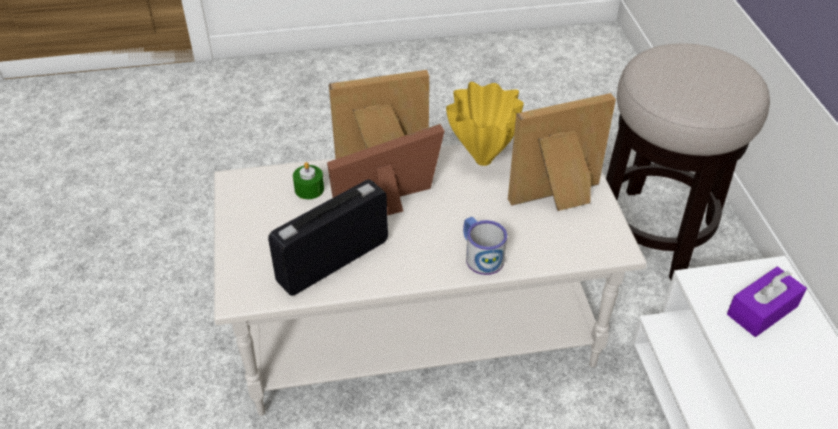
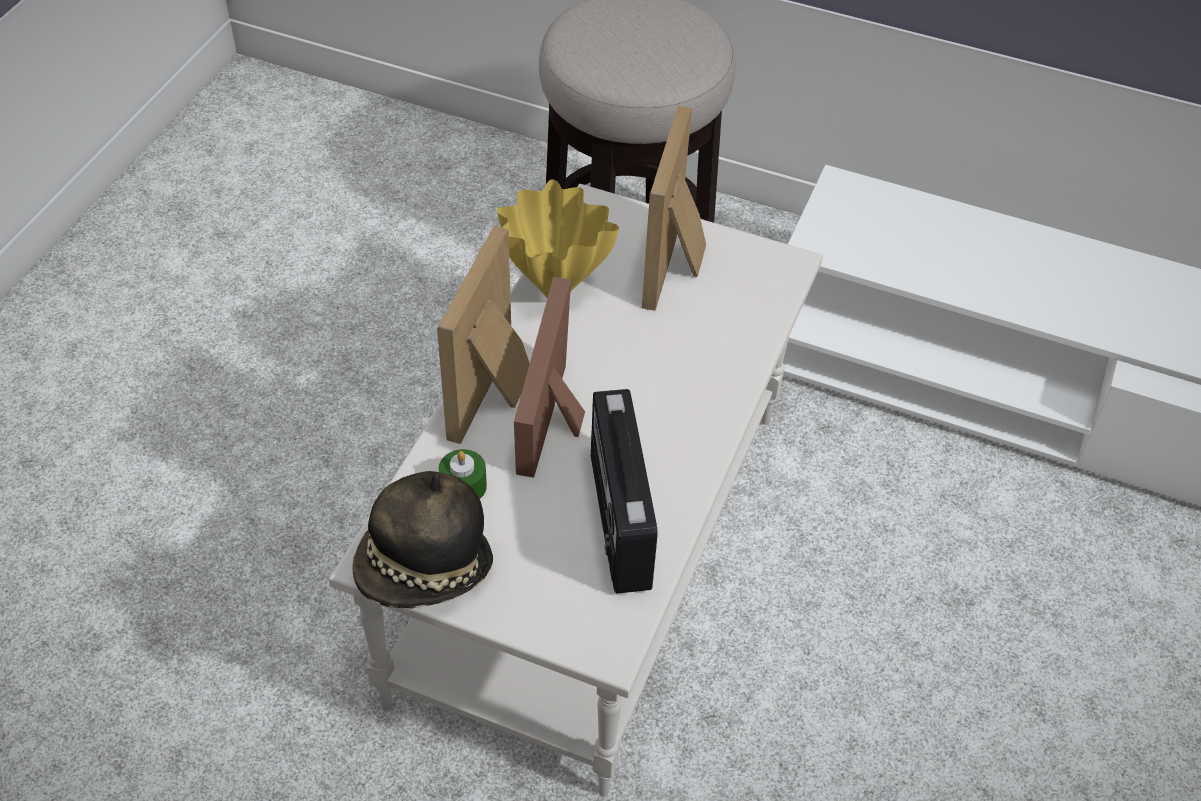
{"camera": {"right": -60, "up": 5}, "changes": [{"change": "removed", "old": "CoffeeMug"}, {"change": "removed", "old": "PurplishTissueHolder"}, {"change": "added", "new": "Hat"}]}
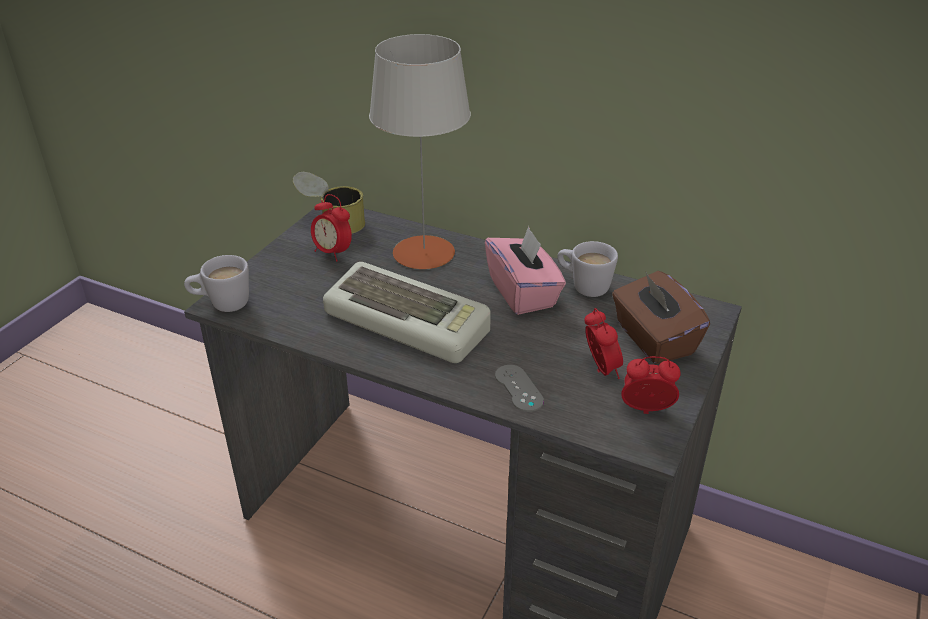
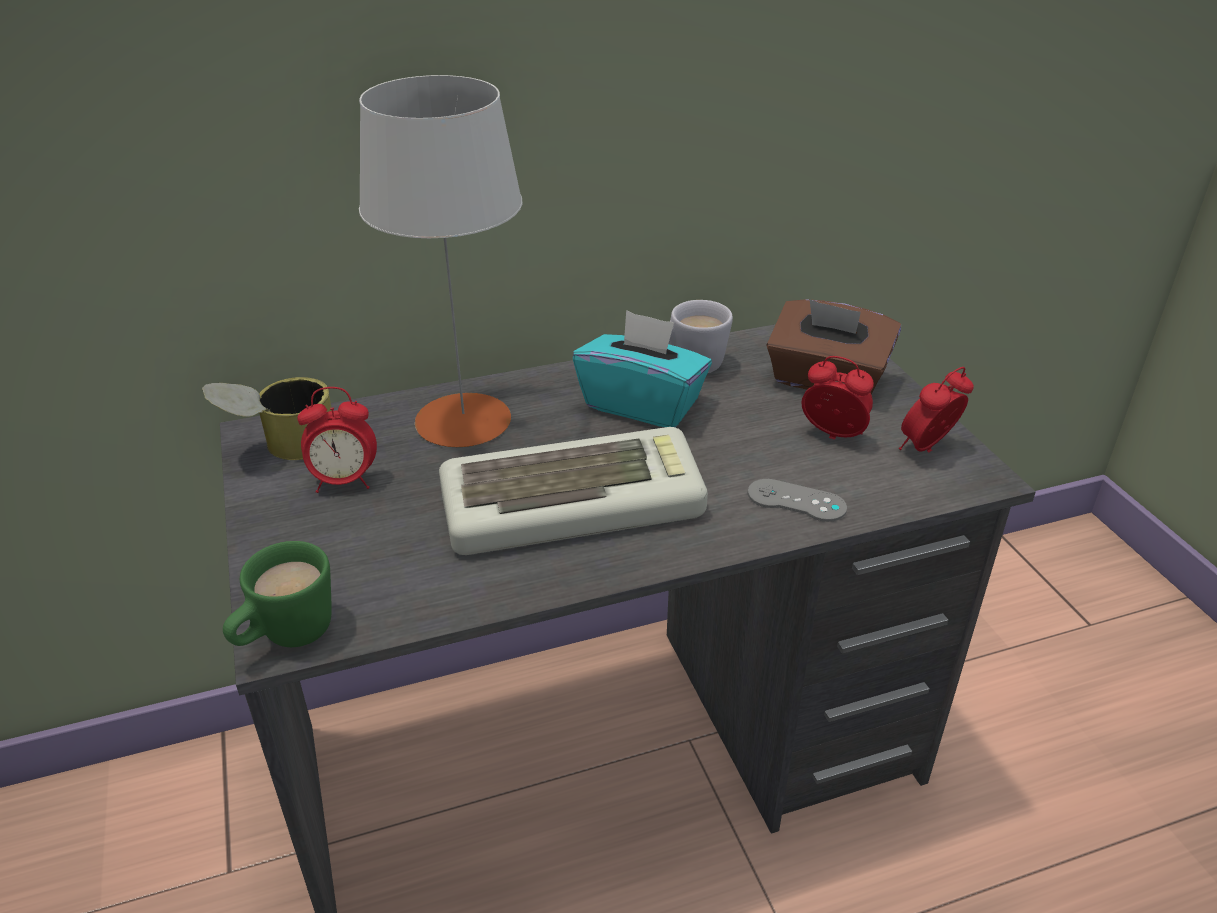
{"camera": {"right": -45, "up": 0}, "changes": [{"change": "recoloured", "old": "WhiteCoffeeMug (1st from left)", "new": "GreenCoffeeMug"}, {"change": "recoloured", "old": "PinkColouredTissueHolder", "new": "TurquoiseTissueHolder"}]}
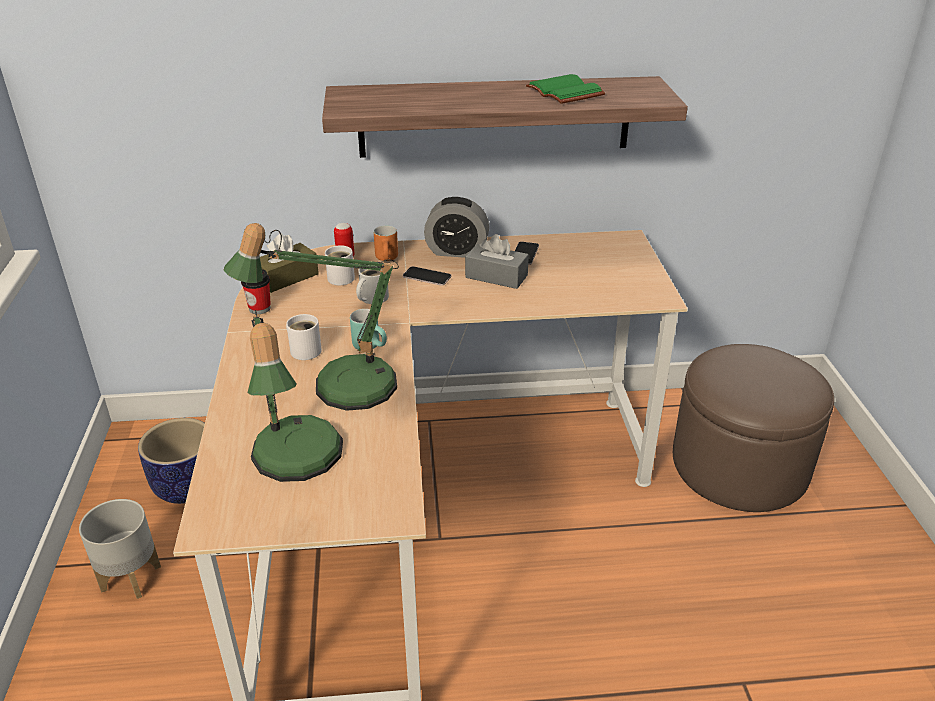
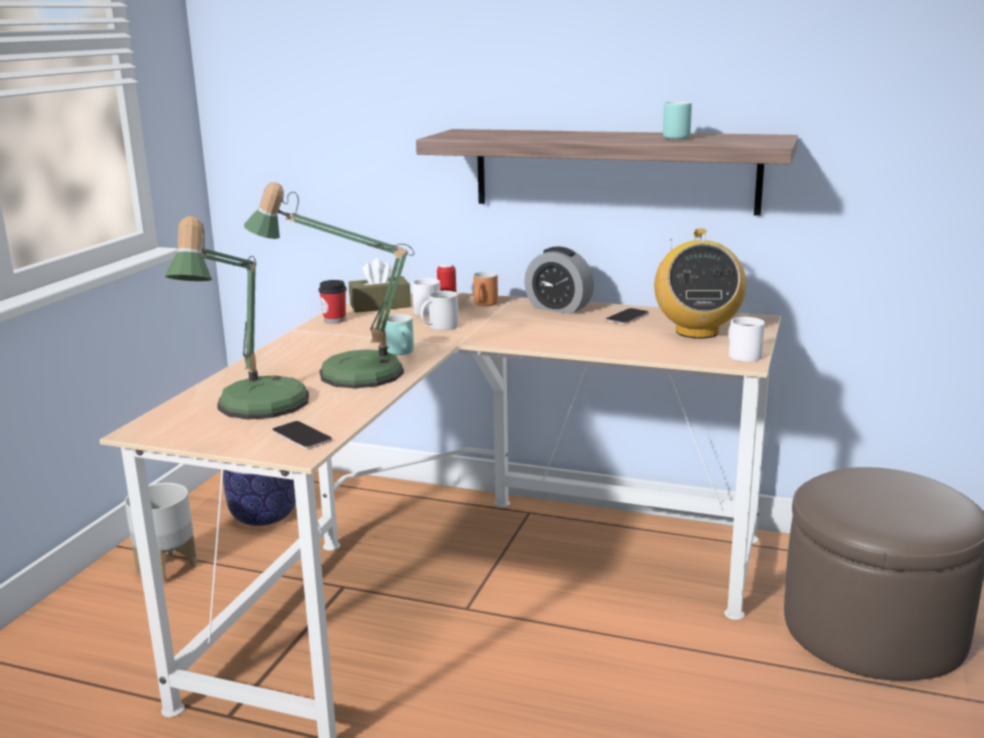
{"camera": {"right": 25, "up": -15}, "changes": [{"change": "moved", "old": "WhiteCoffeeMug (1st from left in the first image)", "new": "WhiteCoffeeMug (3rd from left)"}, {"change": "moved", "old": "Handset (1st from left)"}, {"change": "removed", "old": "GreyishTissueHolder"}, {"change": "replaced", "old": "GreenVolume", "new": "TurquoiseCoffeeMug (2nd from left)"}, {"change": "added", "new": "RadioSet"}]}
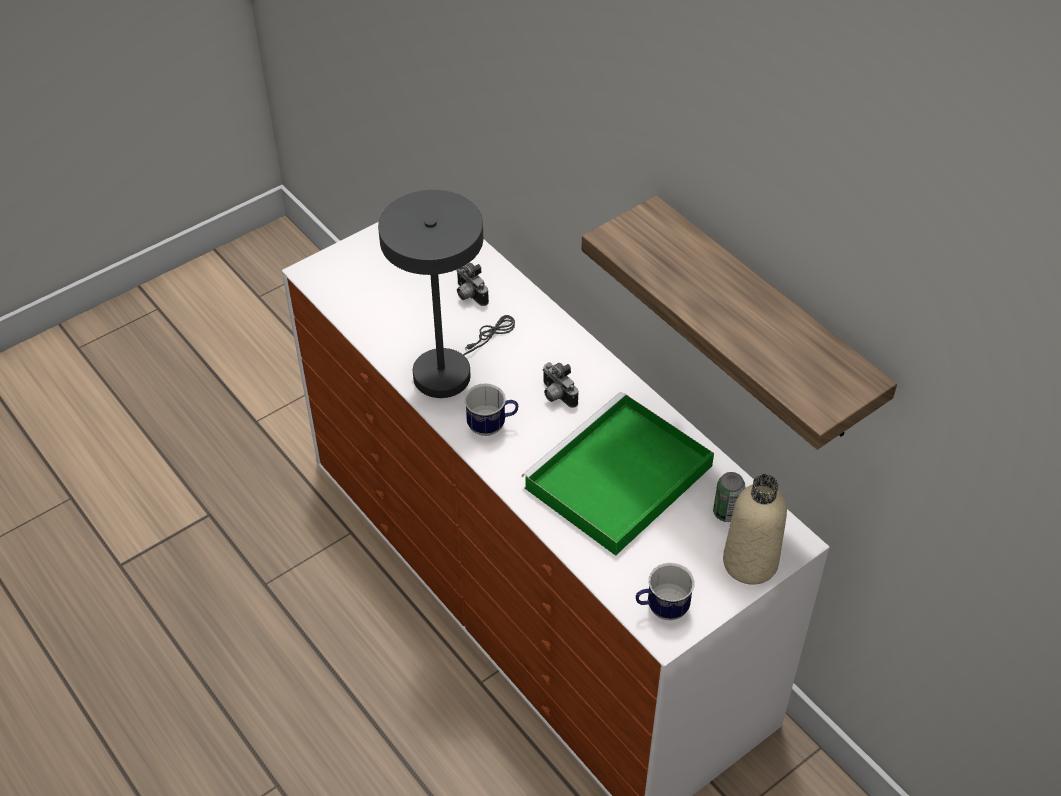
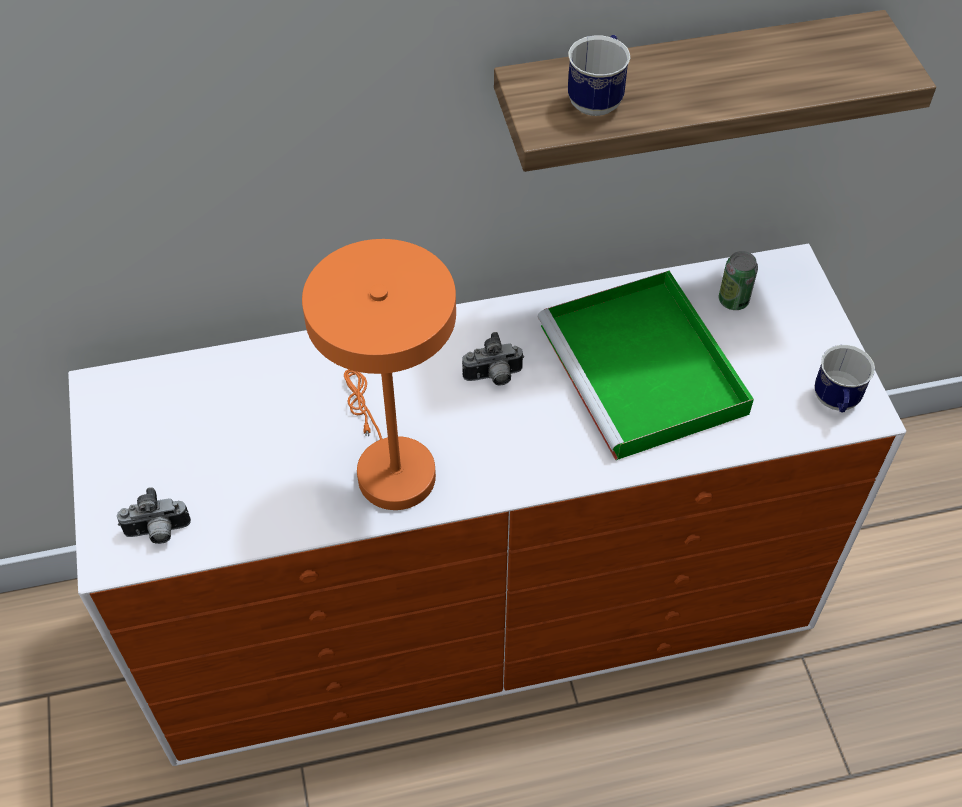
{"camera": {"right": -65, "up": 5}, "changes": [{"change": "recoloured", "old": "GreyishLampForATable", "new": "OrangeLampForATable"}, {"change": "moved", "old": "PhotoCamera (1st from left)"}, {"change": "moved", "old": "CoffeeMug (1st from left)"}, {"change": "removed", "old": "SandColouredBottle"}]}
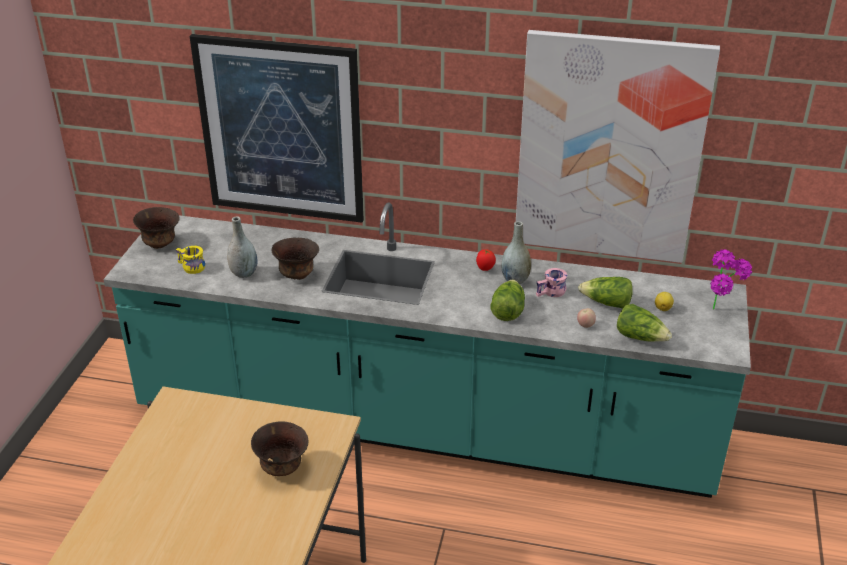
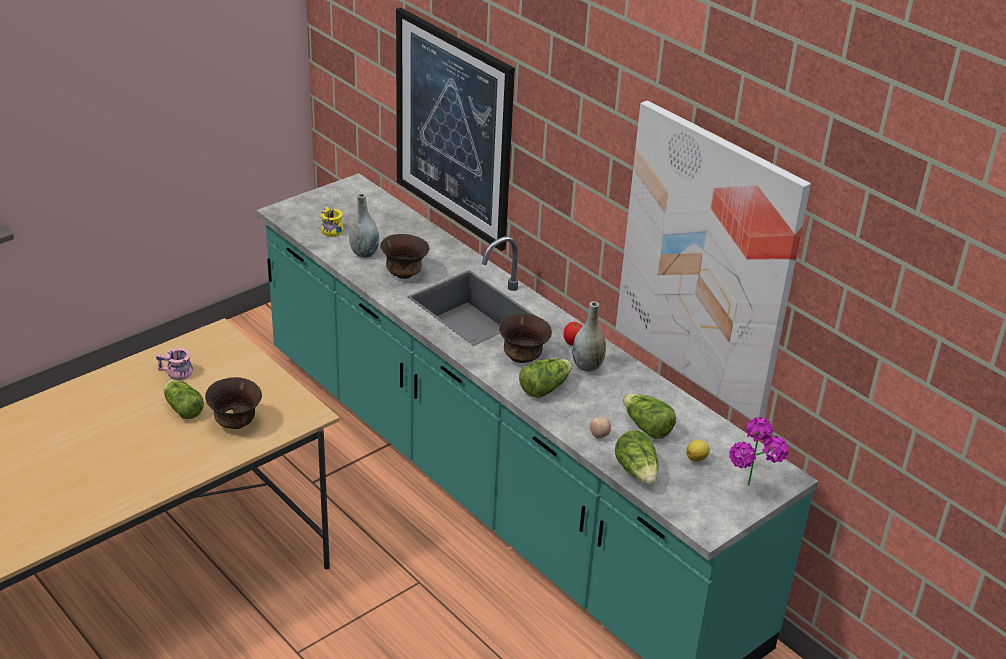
{"camera": {"right": 35, "up": 0}, "changes": [{"change": "moved", "old": "BrownServingBowl (1st from left in the first image)", "new": "BrownServingBowl (3rd from left)"}, {"change": "moved", "old": "PinkColouredCoffeeMug"}, {"change": "added", "new": "Lettuce (1st from left)"}]}
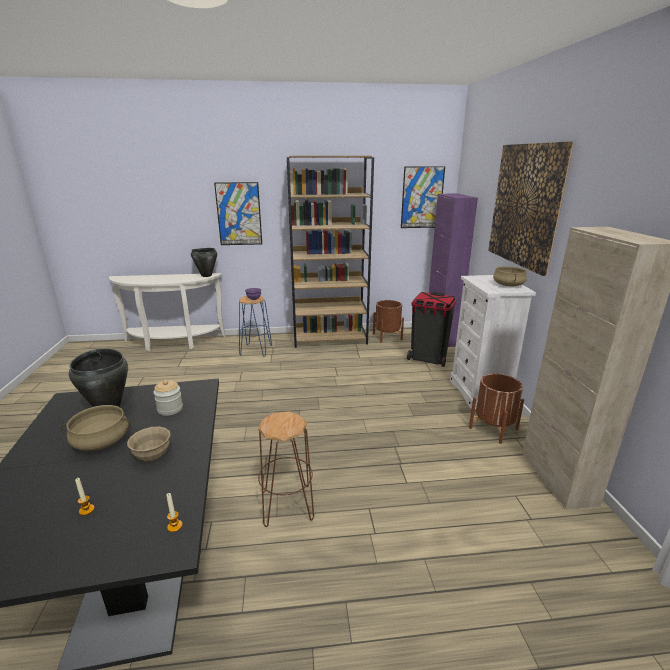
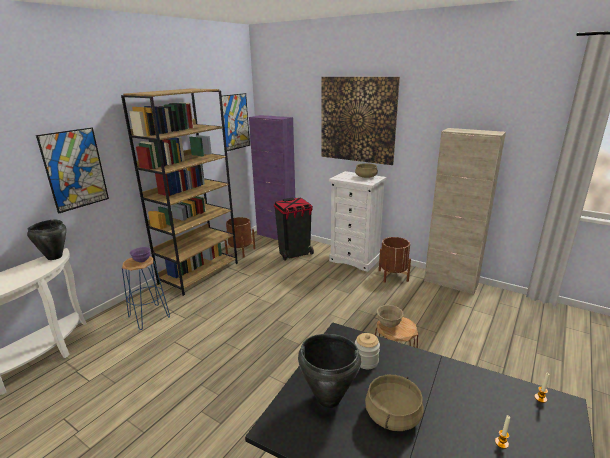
{"camera": {"right": -50, "up": 0}, "changes": [{"change": "moved", "old": "SandColouredServingBowl"}]}
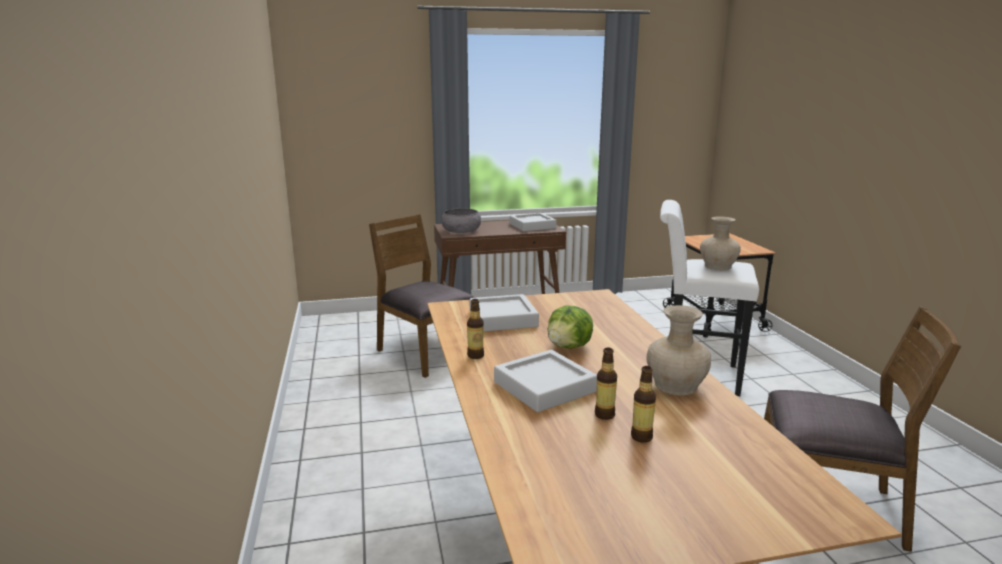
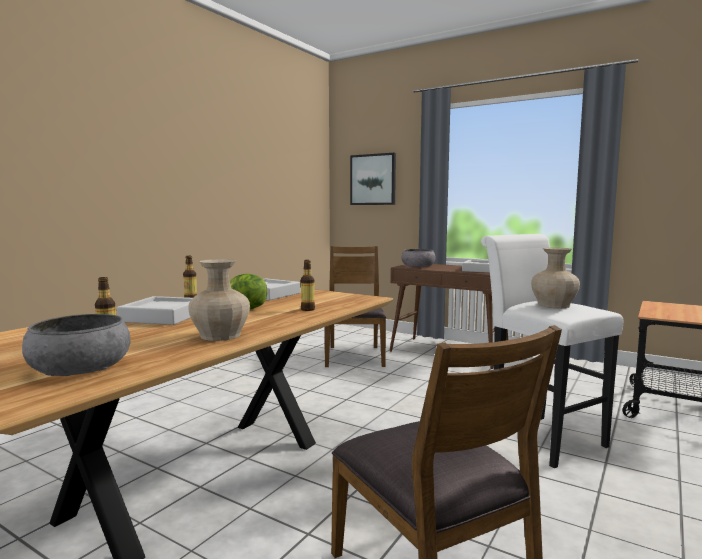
{"camera": {"right": 45, "up": -10}, "changes": [{"change": "moved", "old": "Bottle (2nd from left in the first image)", "new": "Bottle (3rd from left)"}, {"change": "added", "new": "GreyishServingBowl (1st from left)"}, {"change": "added", "new": "Picture"}]}
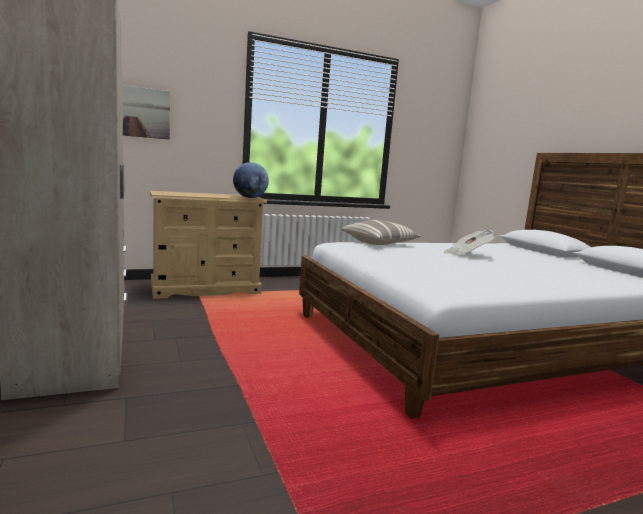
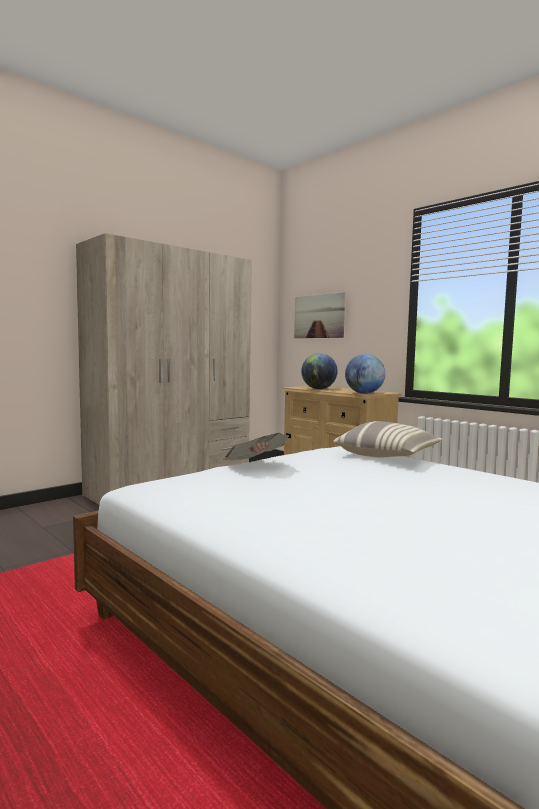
{"camera": {"right": 70, "up": -5}, "changes": [{"change": "moved", "old": "PrintedPaper"}, {"change": "added", "new": "WorldGlobe (1st from left)"}]}
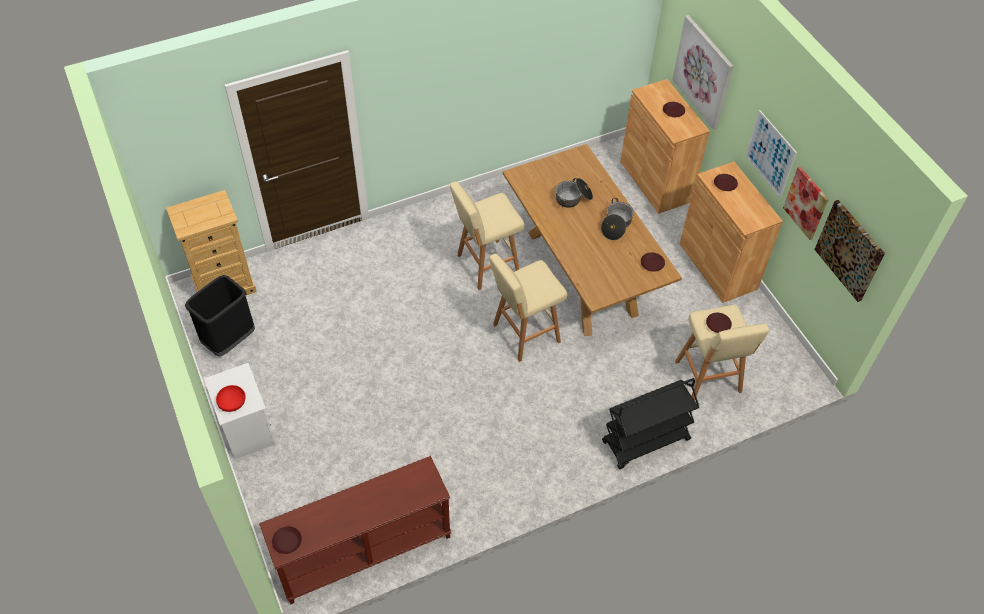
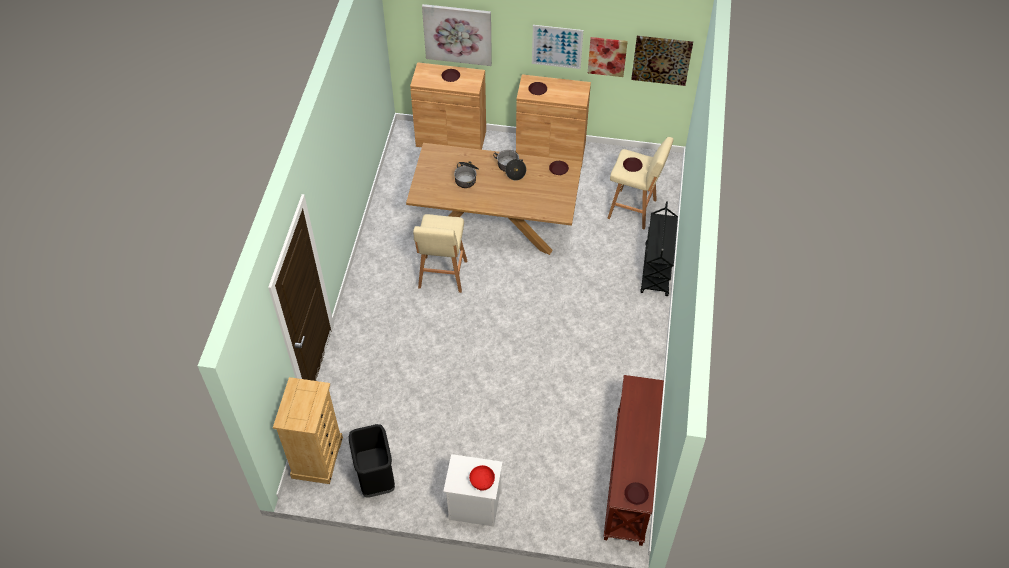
{"camera": {"right": -55, "up": 0}, "changes": [{"change": "removed", "old": "SandColouredSittingStool (2nd from left)"}]}
